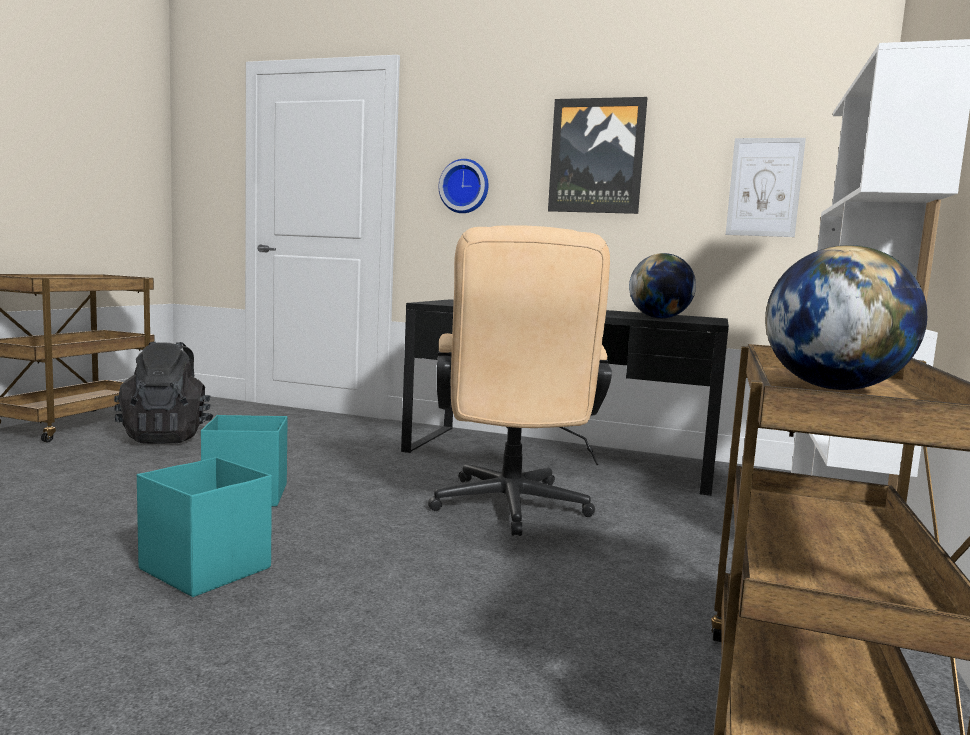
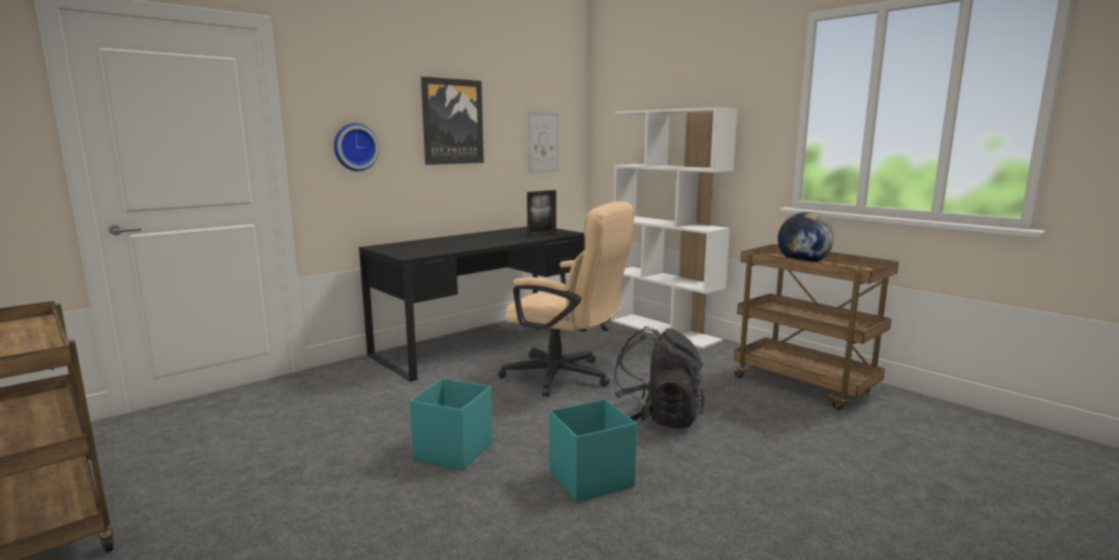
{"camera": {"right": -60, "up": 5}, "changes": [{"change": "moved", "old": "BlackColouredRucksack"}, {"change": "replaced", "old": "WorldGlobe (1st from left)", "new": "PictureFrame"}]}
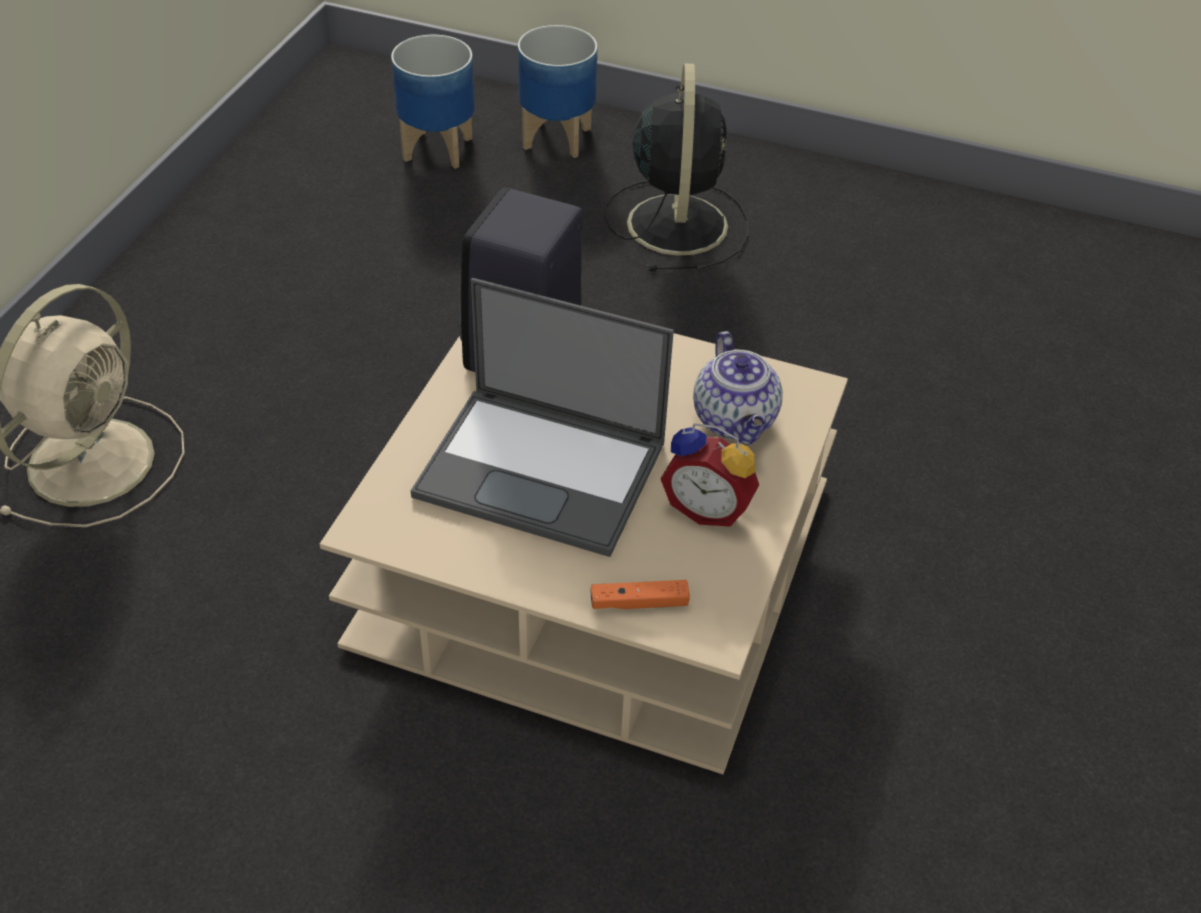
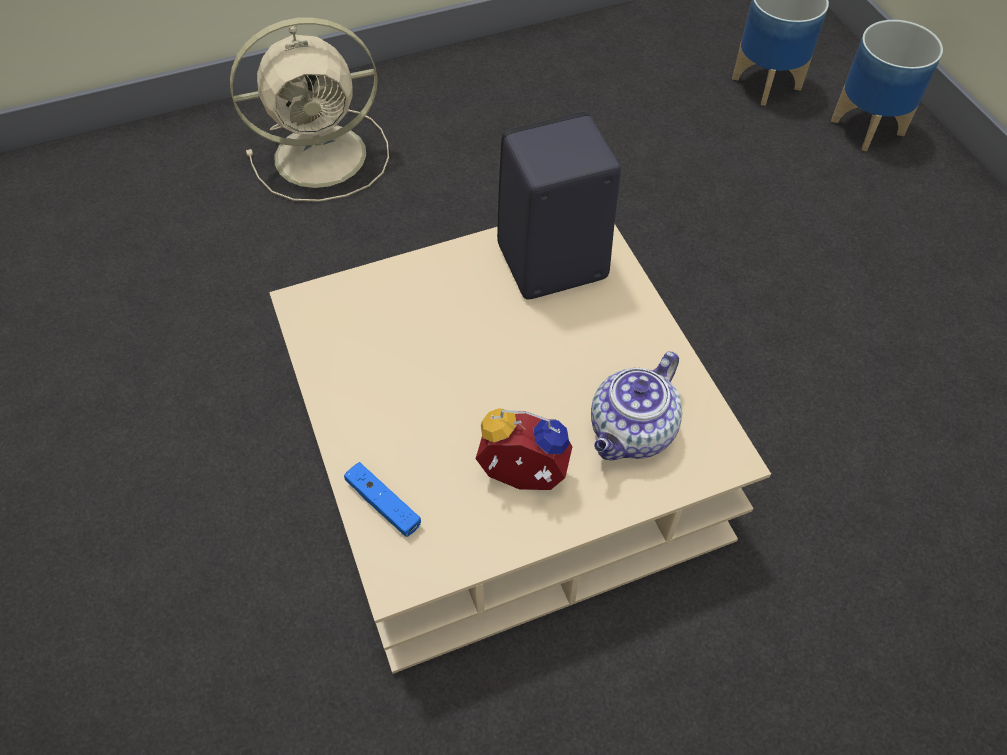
{"camera": {"right": 50, "up": 10}, "changes": [{"change": "removed", "old": "PortableComputer"}, {"change": "recoloured", "old": "OrangeGamepad", "new": "BluishGamepad"}, {"change": "removed", "old": "BlackColouredCoolingFan"}, {"change": "turned", "old": "AlarmClock", "degrees": 120}]}
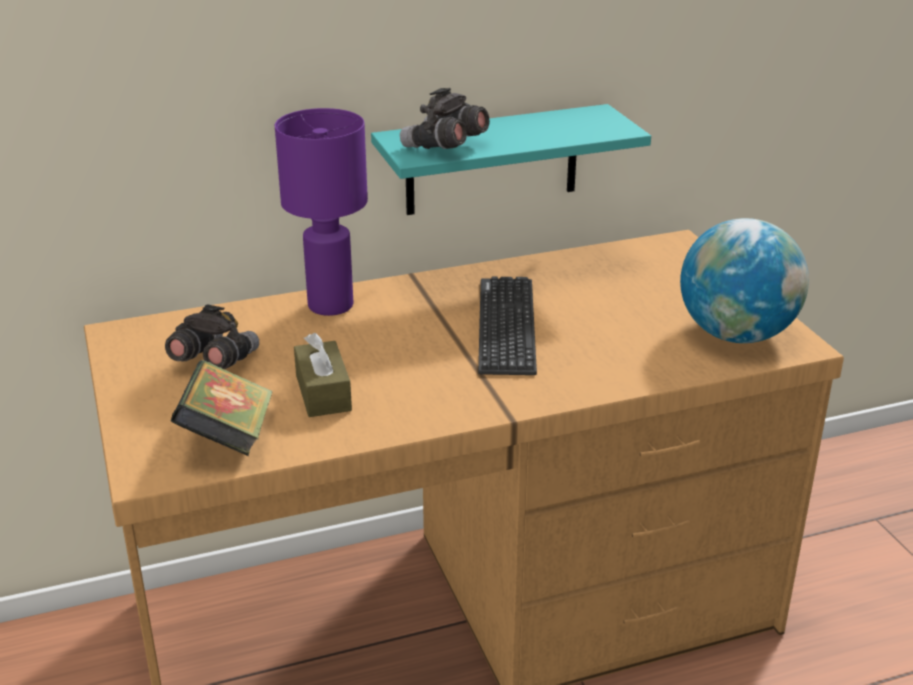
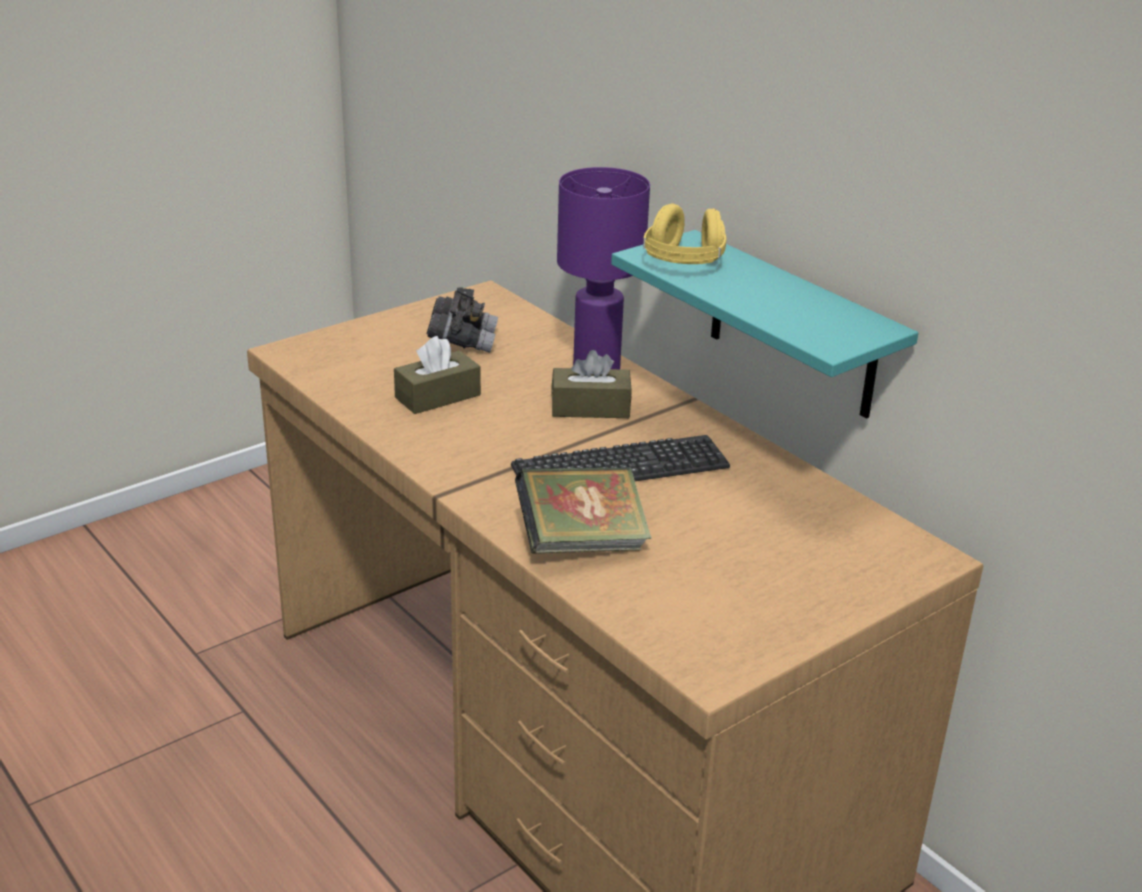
{"camera": {"right": 70, "up": 0}, "changes": [{"change": "moved", "old": "Volume"}, {"change": "replaced", "old": "GreyishPairOfBinoculars (2nd from left)", "new": "YellowColouredHeadphones"}, {"change": "removed", "old": "WorldGlobe"}, {"change": "added", "new": "BrownTissueHolder (2nd from left)"}]}
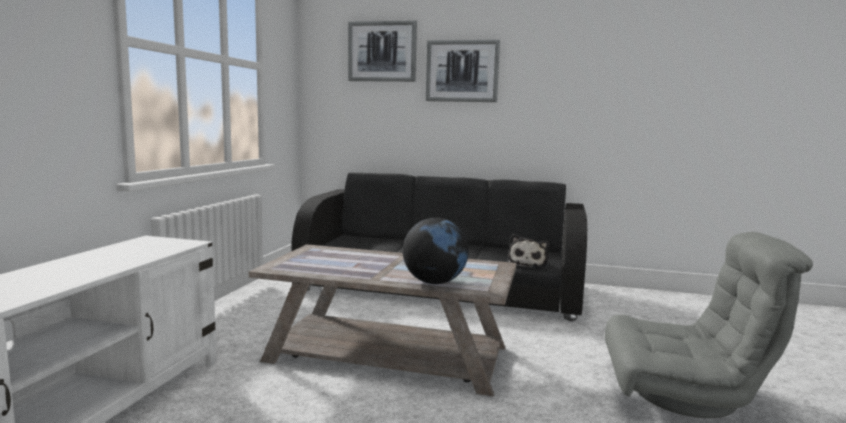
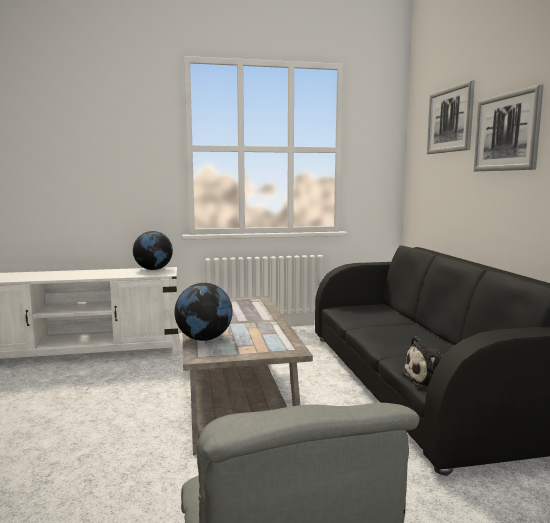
{"camera": {"right": 65, "up": 0}, "changes": [{"change": "added", "new": "WorldGlobe (1st from left)"}]}
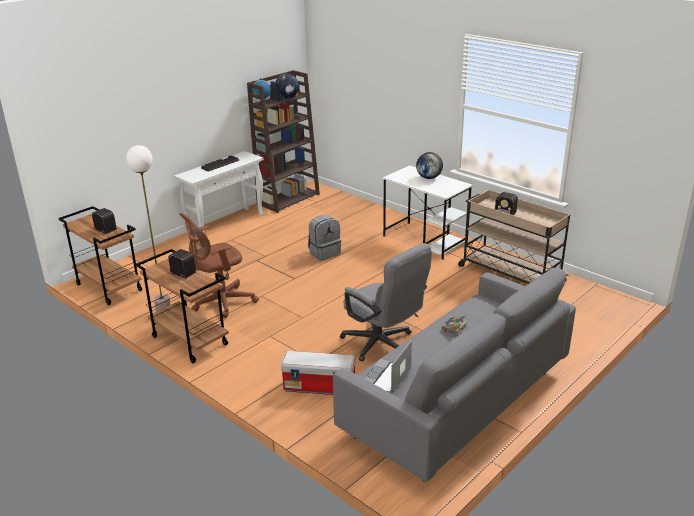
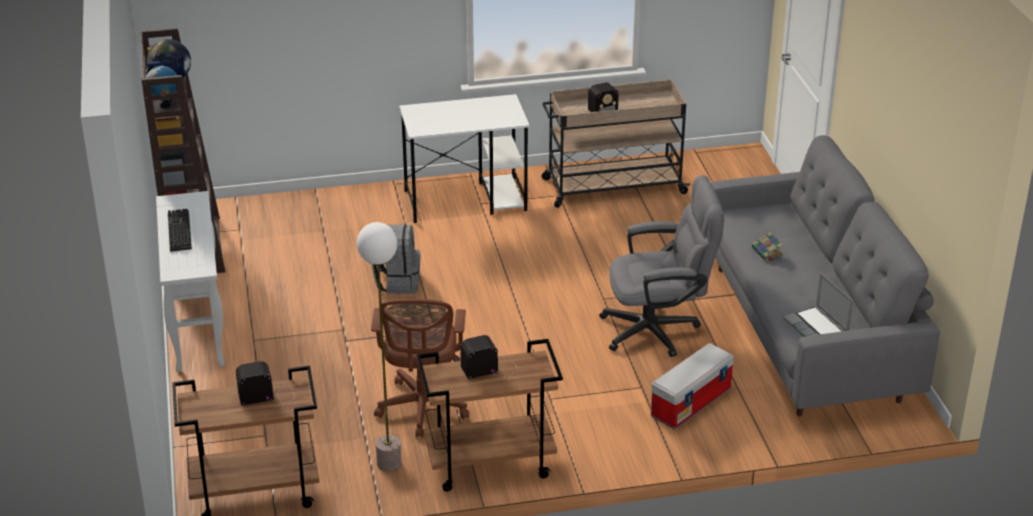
{"camera": {"right": -55, "up": 5}, "changes": [{"change": "removed", "old": "WorldGlobe (3rd from left)"}]}
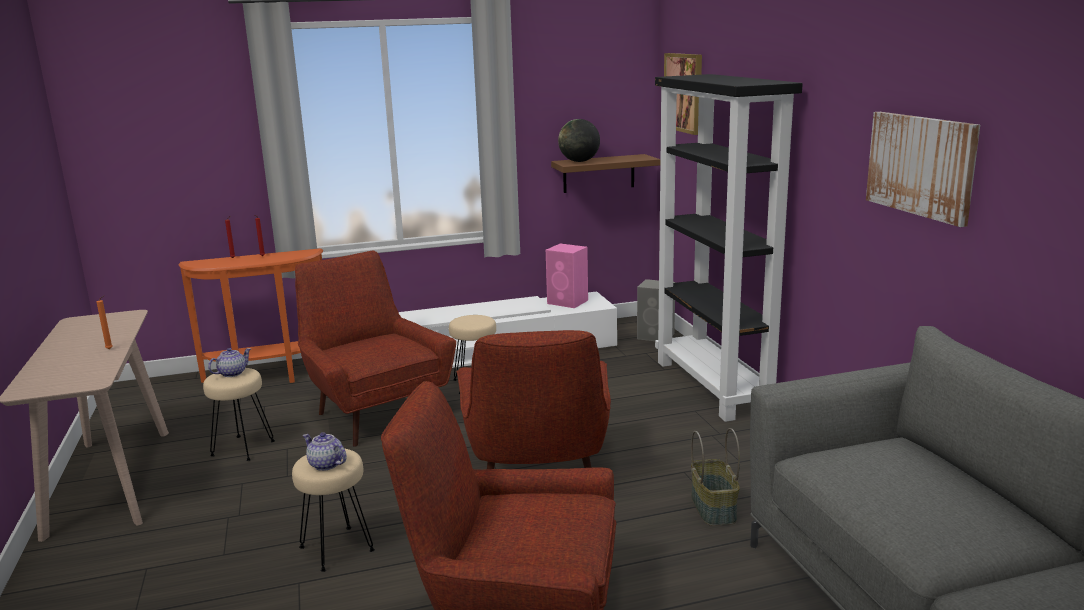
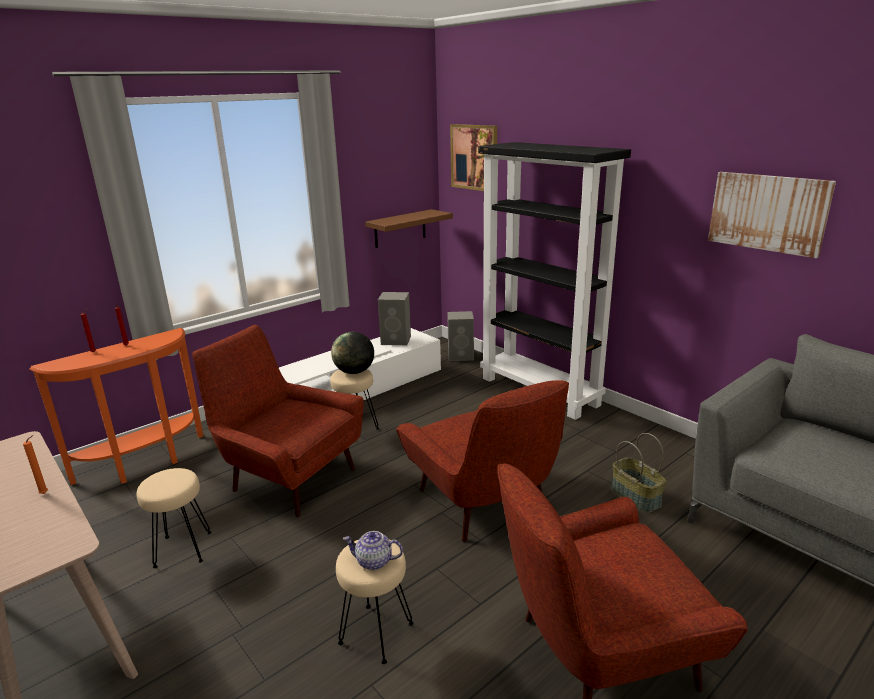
{"camera": {"right": -25, "up": 5}, "changes": [{"change": "removed", "old": "PotForTea (1st from left)"}, {"change": "recoloured", "old": "PinkColouredSpeaker", "new": "GreyishSpeaker (1st from left)"}, {"change": "moved", "old": "WorldGlobe"}]}
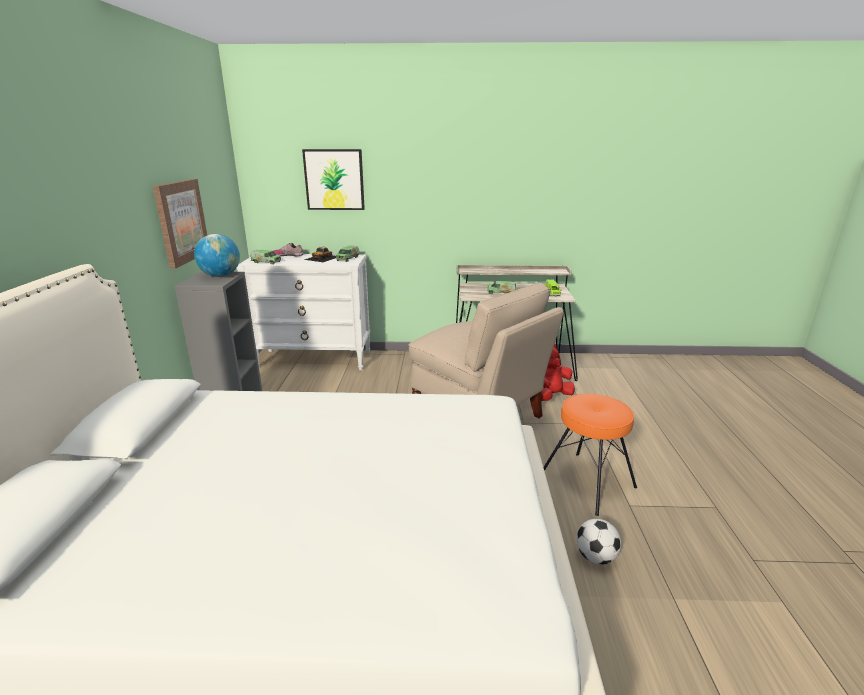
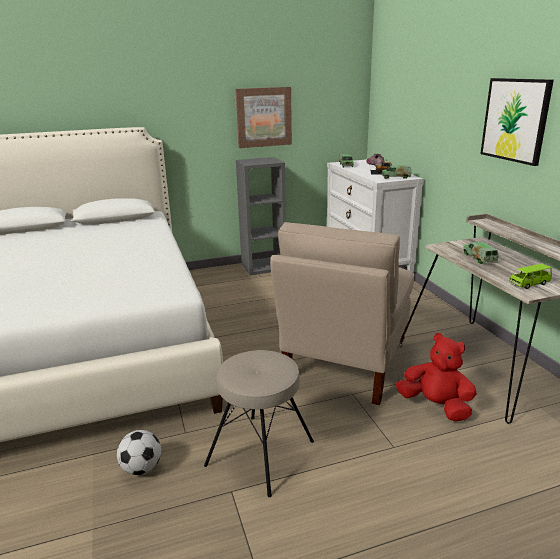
{"camera": {"right": 70, "up": 0}, "changes": [{"change": "removed", "old": "WorldGlobe"}, {"change": "moved", "old": "Picture (2nd from left)"}, {"change": "recoloured", "old": "OrangeSittingStool", "new": "SandColouredSittingStool"}]}
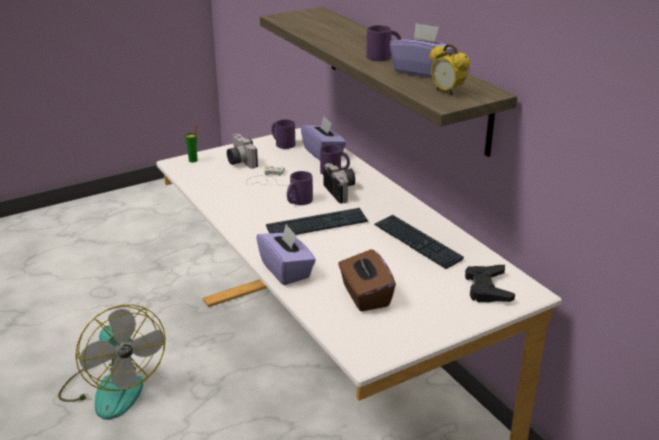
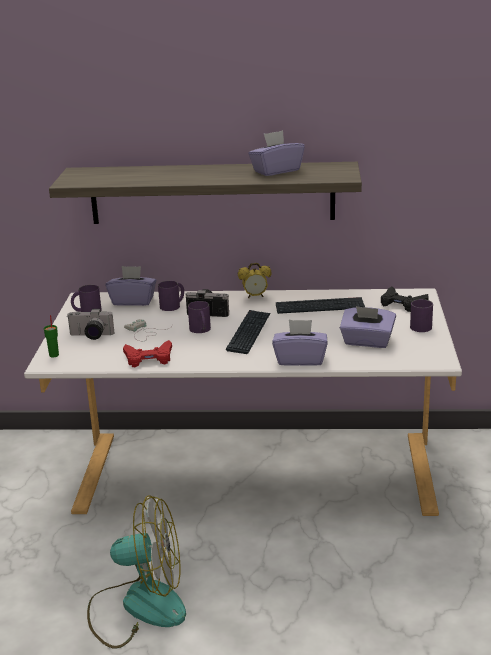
{"camera": {"right": -55, "up": -5}, "changes": [{"change": "recoloured", "old": "BrownTissueHolder", "new": "PurplishTissueHolder (4th from left)"}, {"change": "moved", "old": "PurplishCoffeeMug (4th from left)"}, {"change": "moved", "old": "AlarmClock"}, {"change": "added", "new": "RedColouredGamepad"}]}
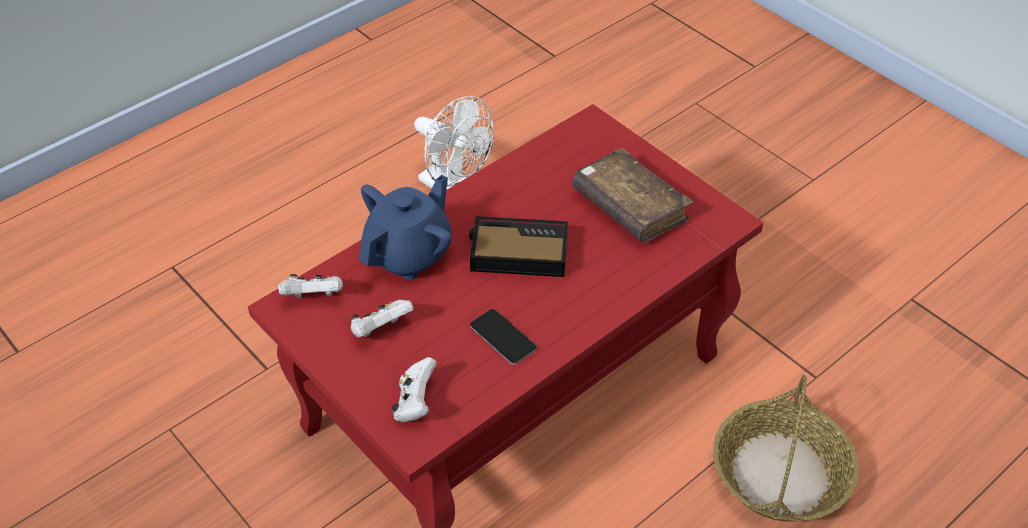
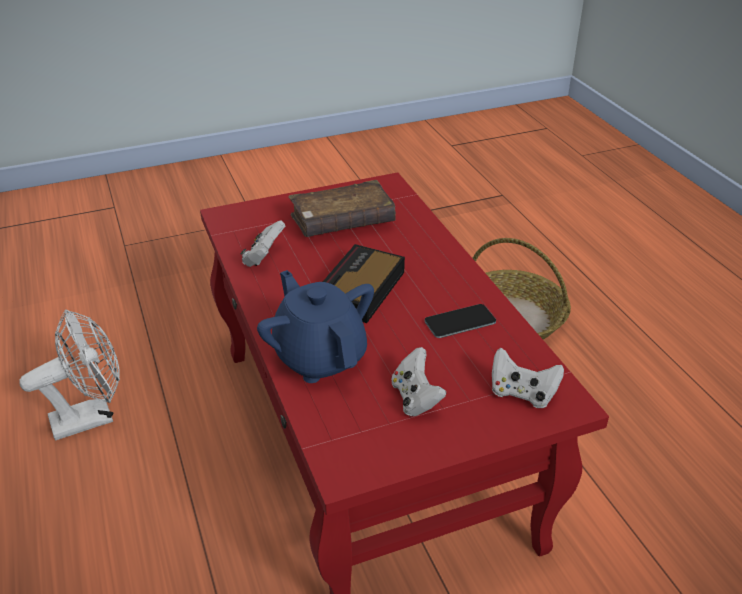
{"camera": {"right": -70, "up": -10}, "changes": [{"change": "moved", "old": "WhiteGamepad (1st from left)"}]}
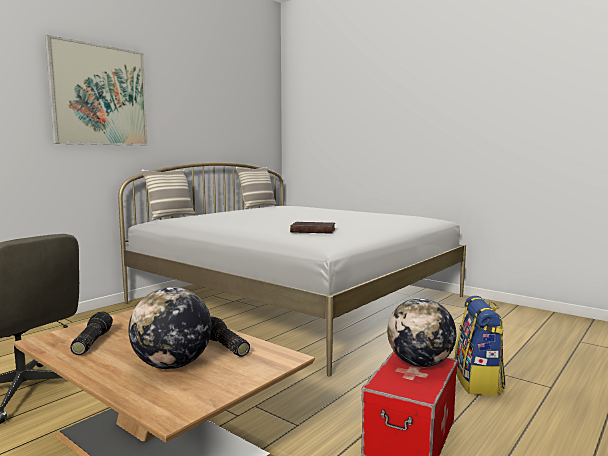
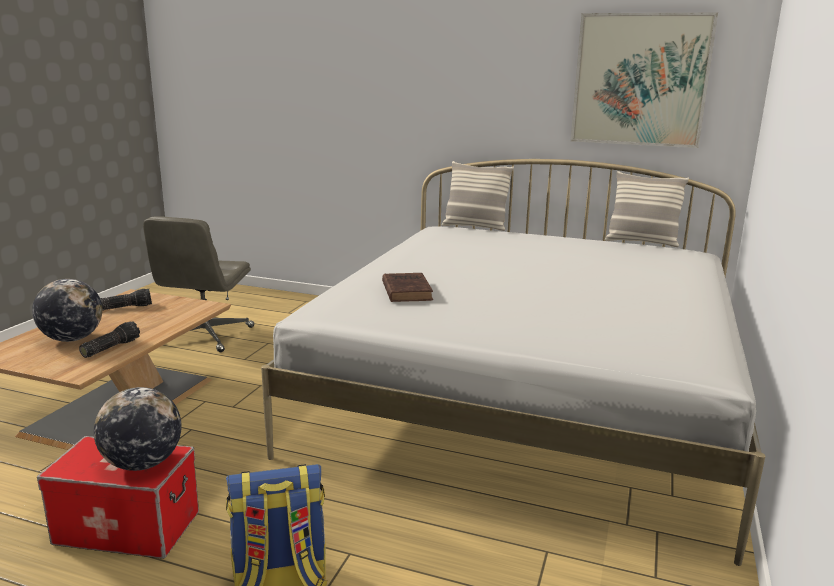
{"camera": {"right": 70, "up": 10}, "changes": [{"change": "moved", "old": "Picture"}]}
